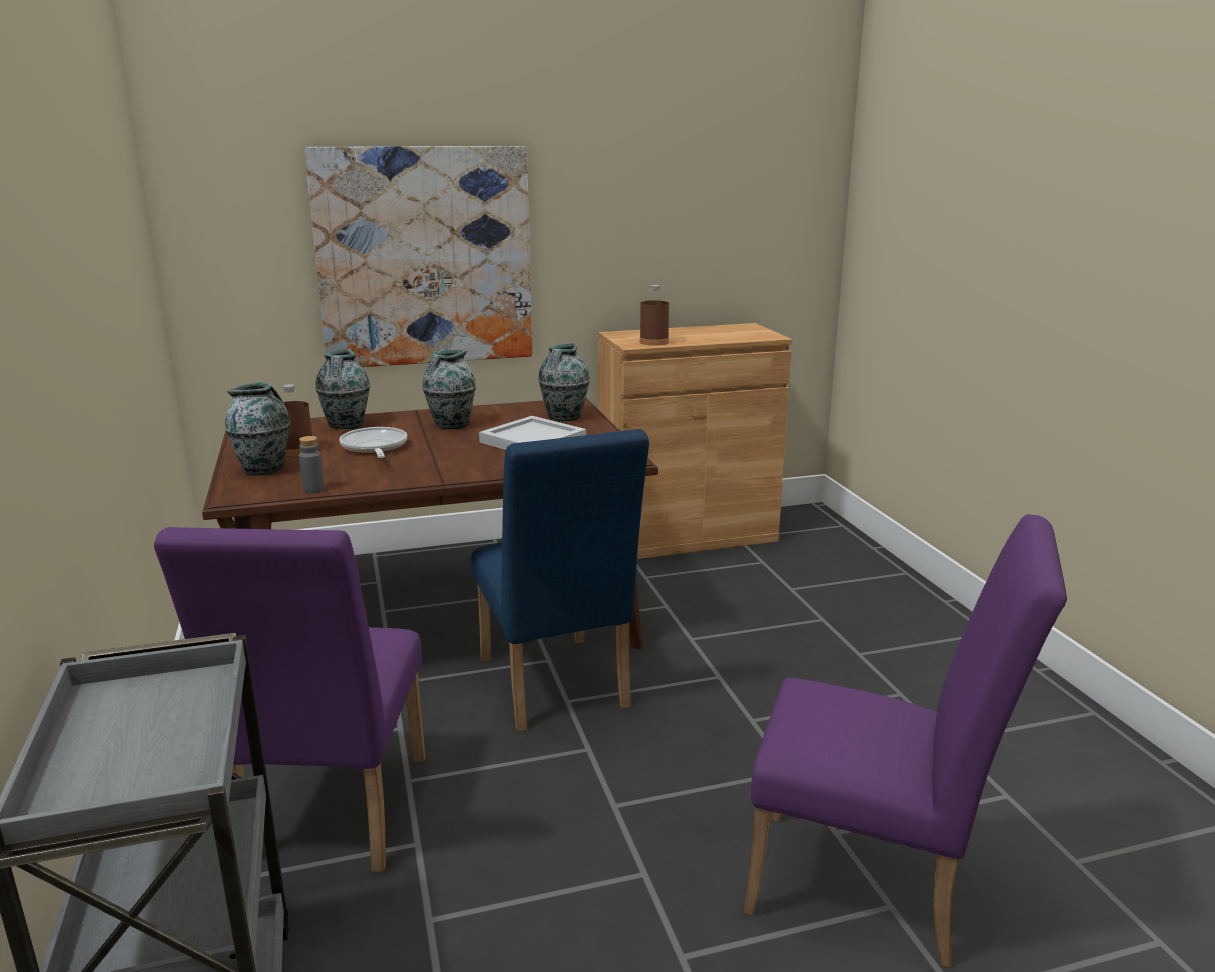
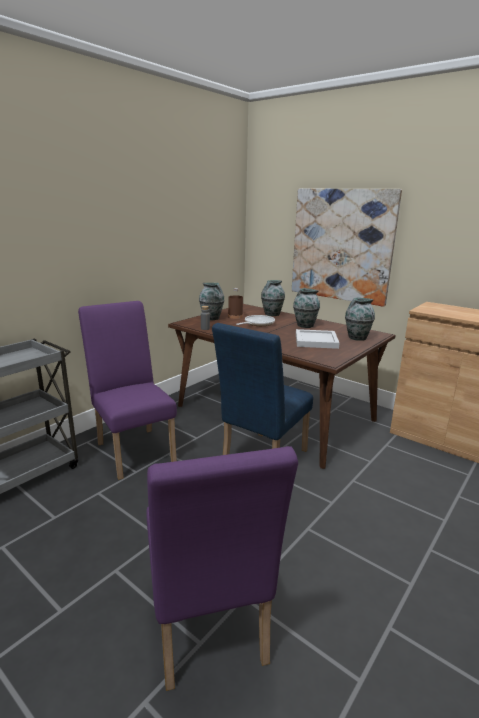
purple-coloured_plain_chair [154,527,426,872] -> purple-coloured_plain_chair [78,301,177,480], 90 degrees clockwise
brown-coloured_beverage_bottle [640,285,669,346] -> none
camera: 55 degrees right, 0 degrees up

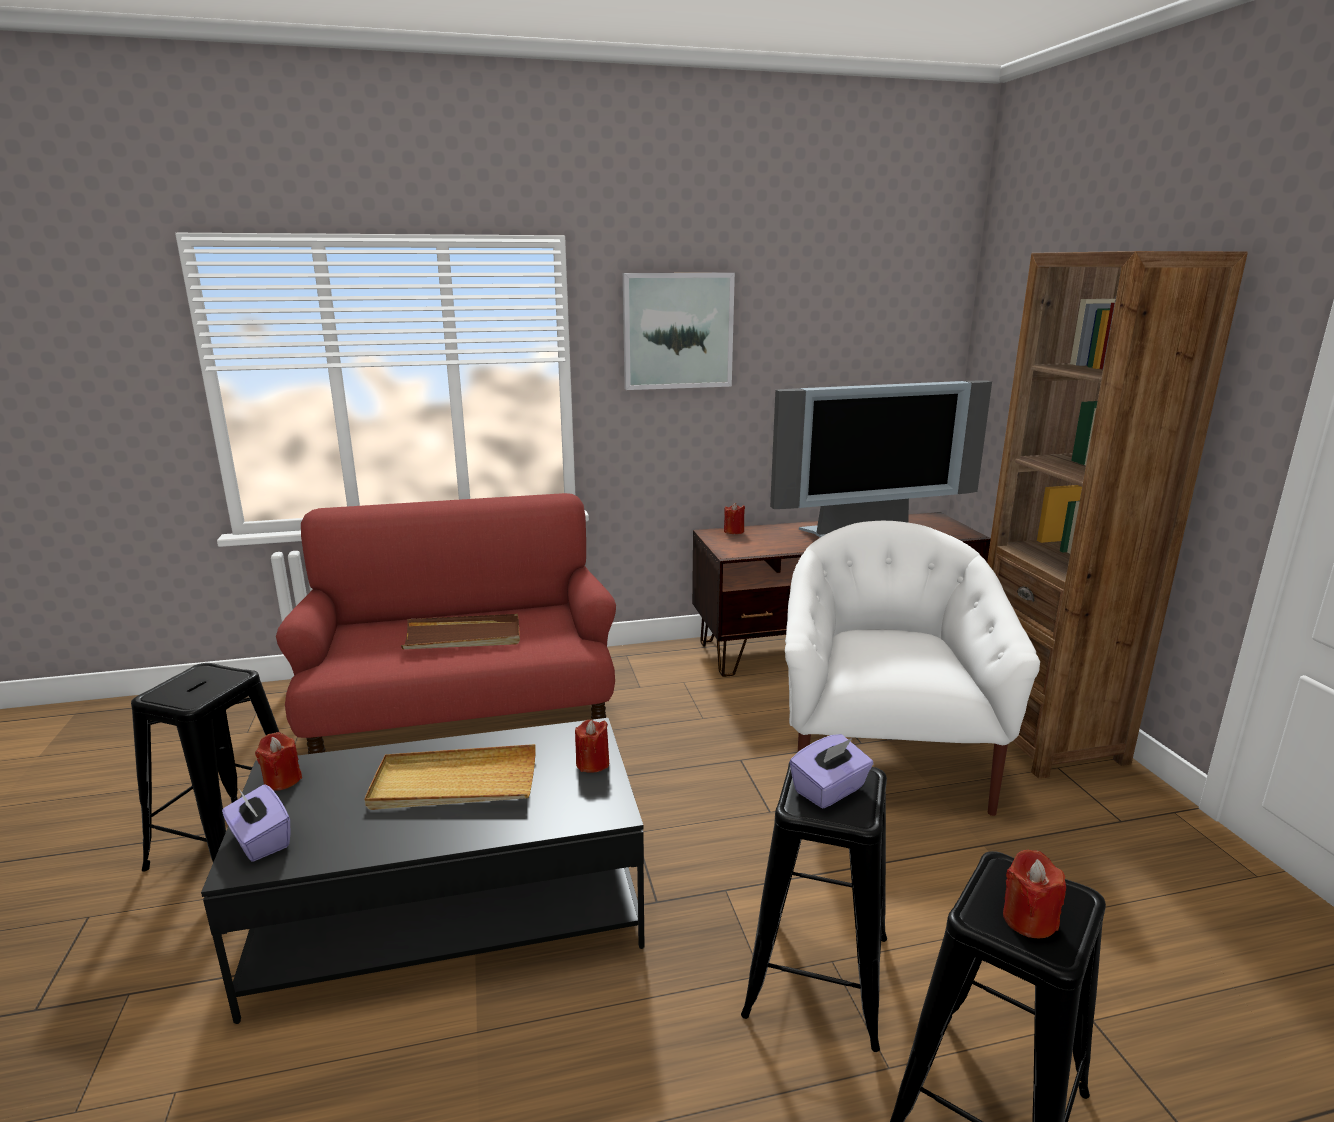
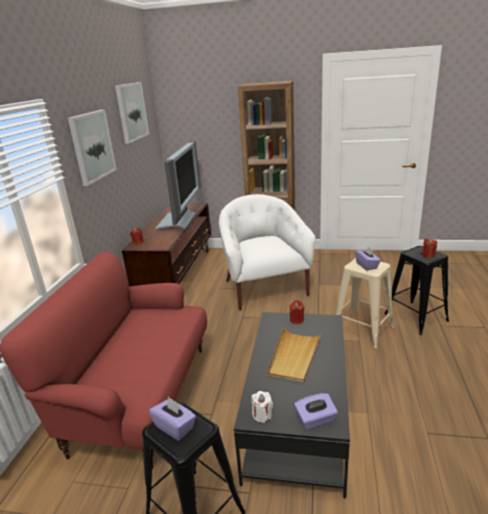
none -> picture [115,82,149,144]
none -> purple-coloured_box_of_tissues [149,397,196,441]
whitish_easy_chair [785,521,1040,816] -> whitish_easy_chair [219,194,316,311], 45 degrees clockwise
reddish_wax_light [255,732,302,791] -> whitish_wax_light [251,391,273,423]
blackish_stool [741,761,887,1052] -> beige_stool [336,258,394,349]
brown-coloured_serving_tray [401,614,520,649] -> none
camera: 65 degrees left, 5 degrees up

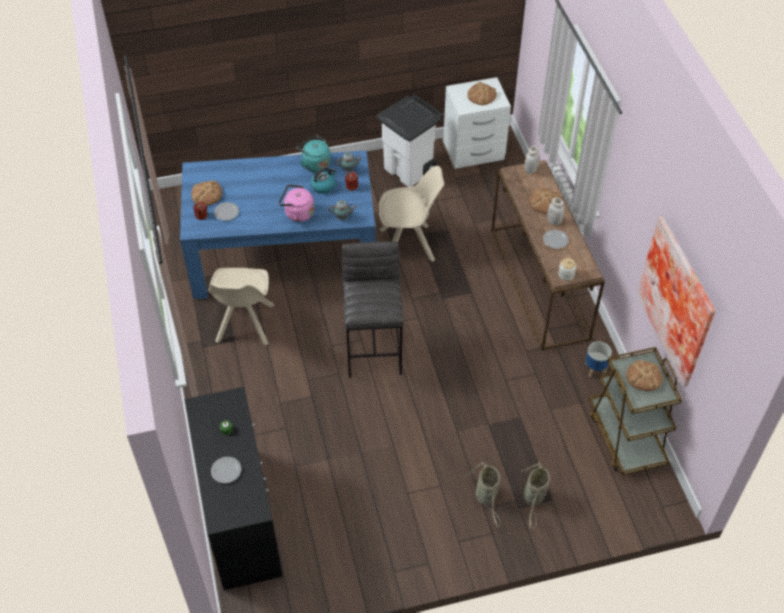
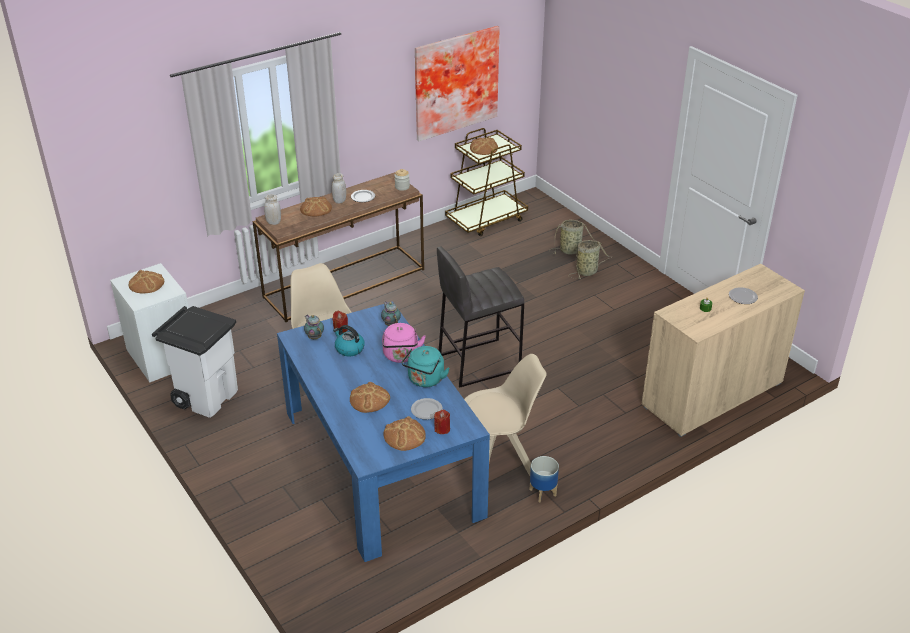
none -> bakery_bread [350,382,390,413]
blue-green_kettle [296,135,331,173] -> blue-green_kettle [402,346,450,387], move
flower_pot [585,341,612,377] -> flower_pot [529,456,559,502], move
blackish_cabinet [185,387,282,591] -> beige_cabinet [642,264,805,437]
camera: 110 degrees left, 15 degrees down

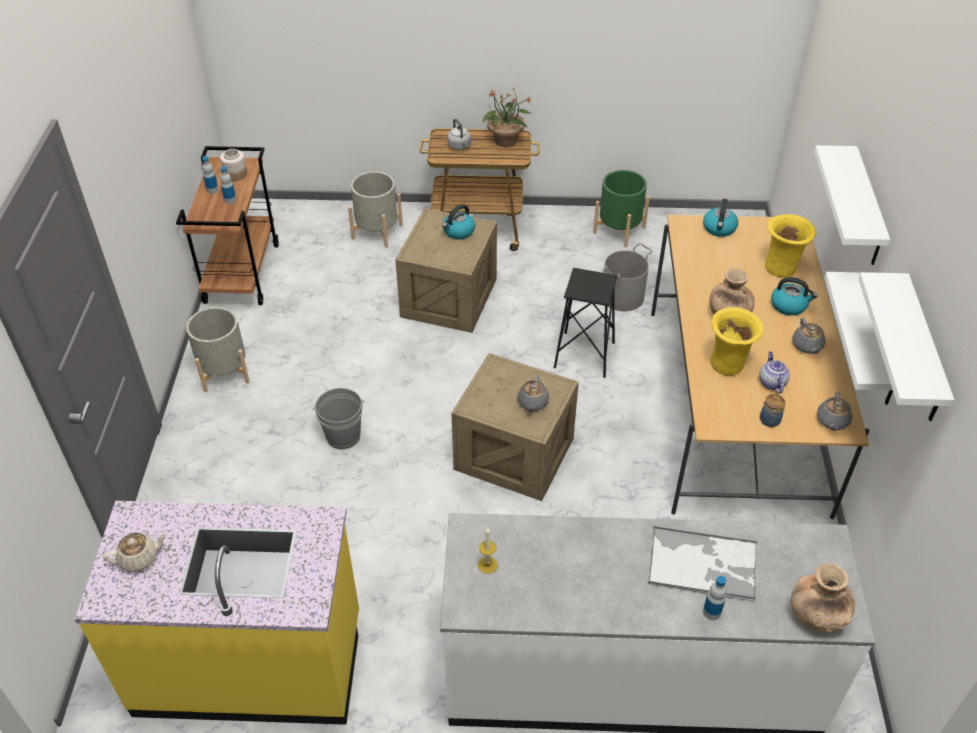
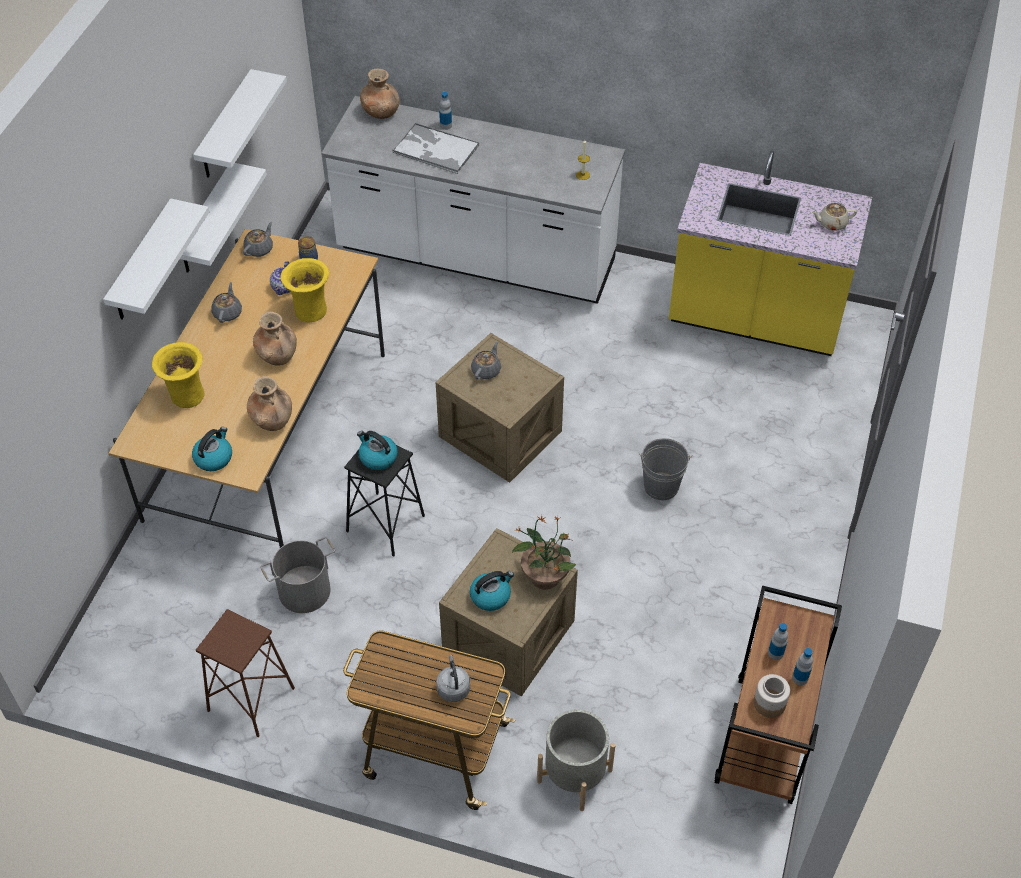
green-coloured_flower_pot [593,170,650,247] -> brown-coloured_stool [196,609,295,737]
none -> brown-coloured_flower_vase [247,376,292,431]
kettle [771,277,818,316] -> kettle [357,431,398,470], move
houseplant [483,87,532,147] -> houseplant [512,515,576,590], move
grey_flower_pot [186,307,250,392] -> none
camera: 165 degrees left, 5 degrees up

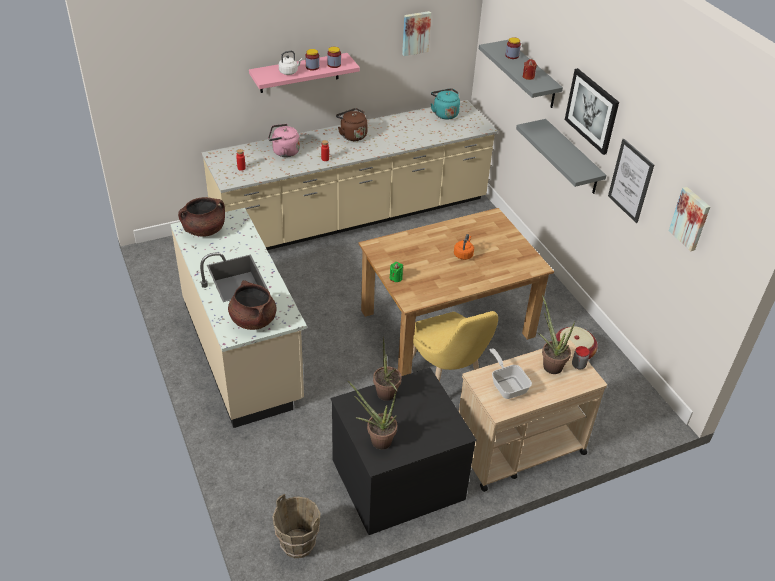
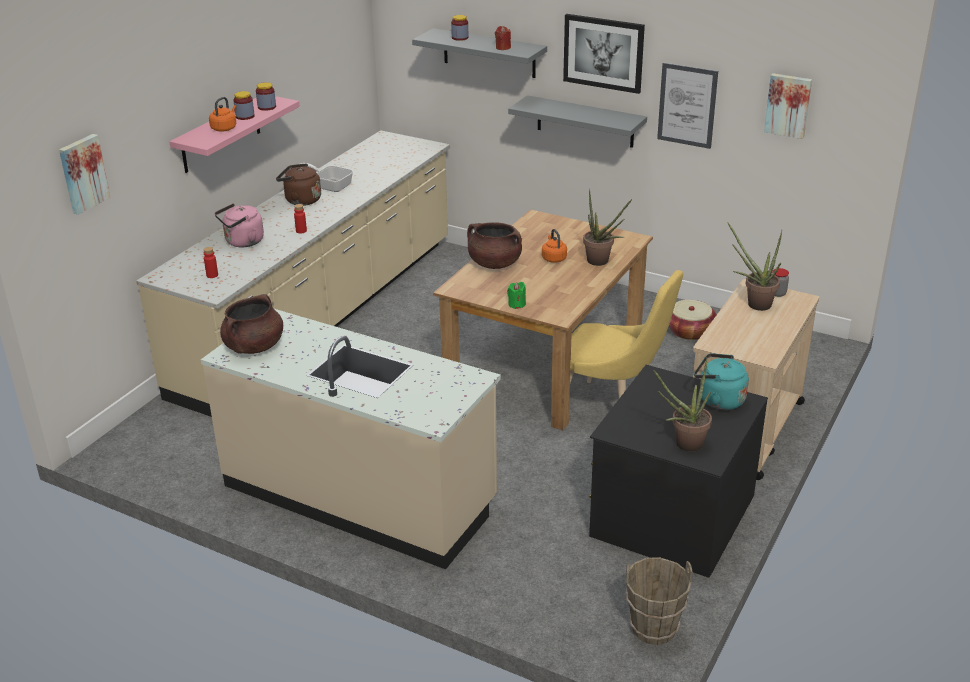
picture [402,11,431,56] -> picture [59,134,111,215], move
whitish_kettle [279,51,303,75] -> orange_kettle [209,97,236,131]
pan [490,348,532,399] -> pan [300,163,353,192], move
brown-coloured_cooking_pot [228,280,277,330] -> brown-coloured_cooking_pot [467,222,522,269], move
houseplant [373,337,402,401] -> houseplant [583,188,632,266], move
blue-green_kettle [431,88,460,119] -> blue-green_kettle [694,353,749,410], move
camera: 35 degrees left, 10 degrees down

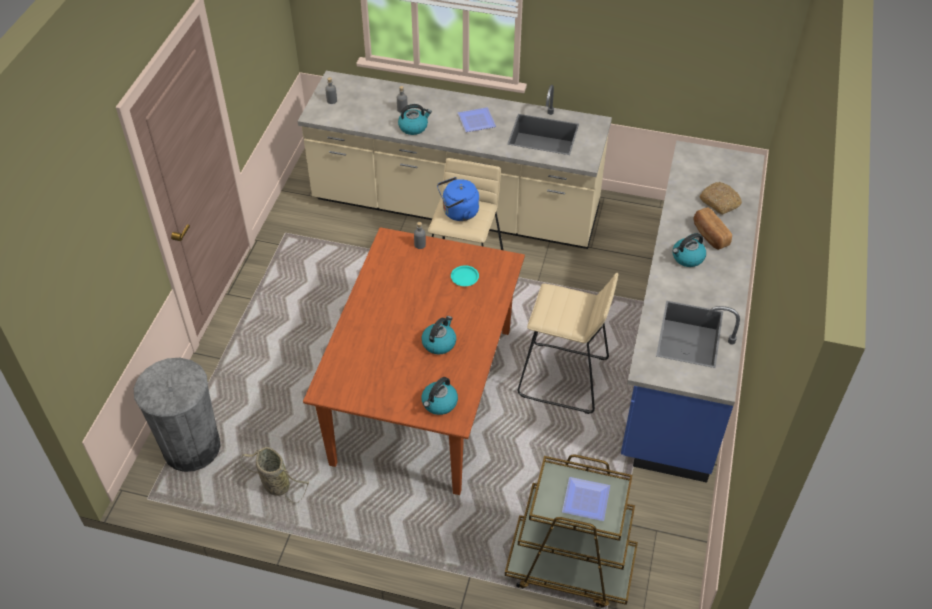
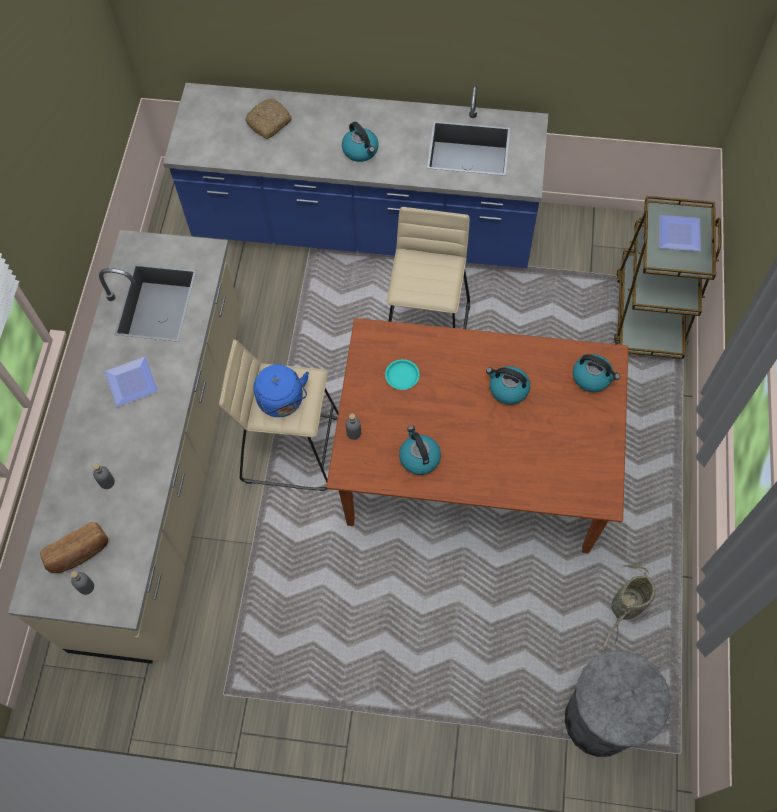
bakery_bread [694,207,732,250] -> bakery_bread [40,522,108,573], move
kettle [398,104,432,135] -> kettle [399,426,441,475], move
camera: 95 degrees left, 15 degrees up

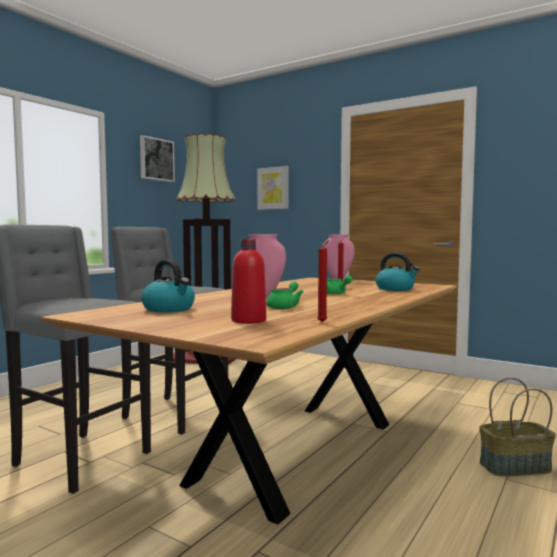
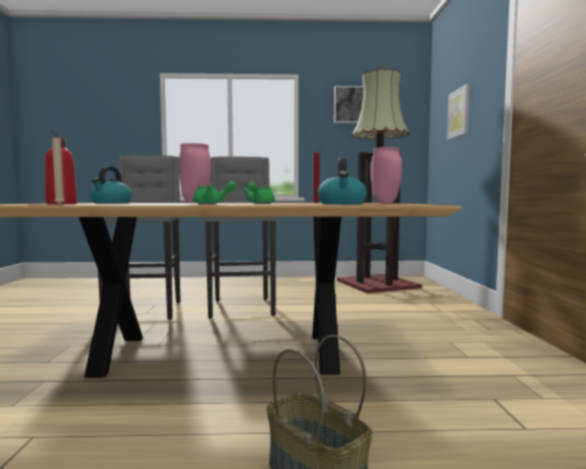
reddish_wax_light [317,240,330,322] -> beige_wax_light [50,130,64,205]
green-coloured_tea_pot [266,281,304,309] -> green-coloured_tea_pot [193,181,237,204], move
camera: 55 degrees right, 0 degrees up

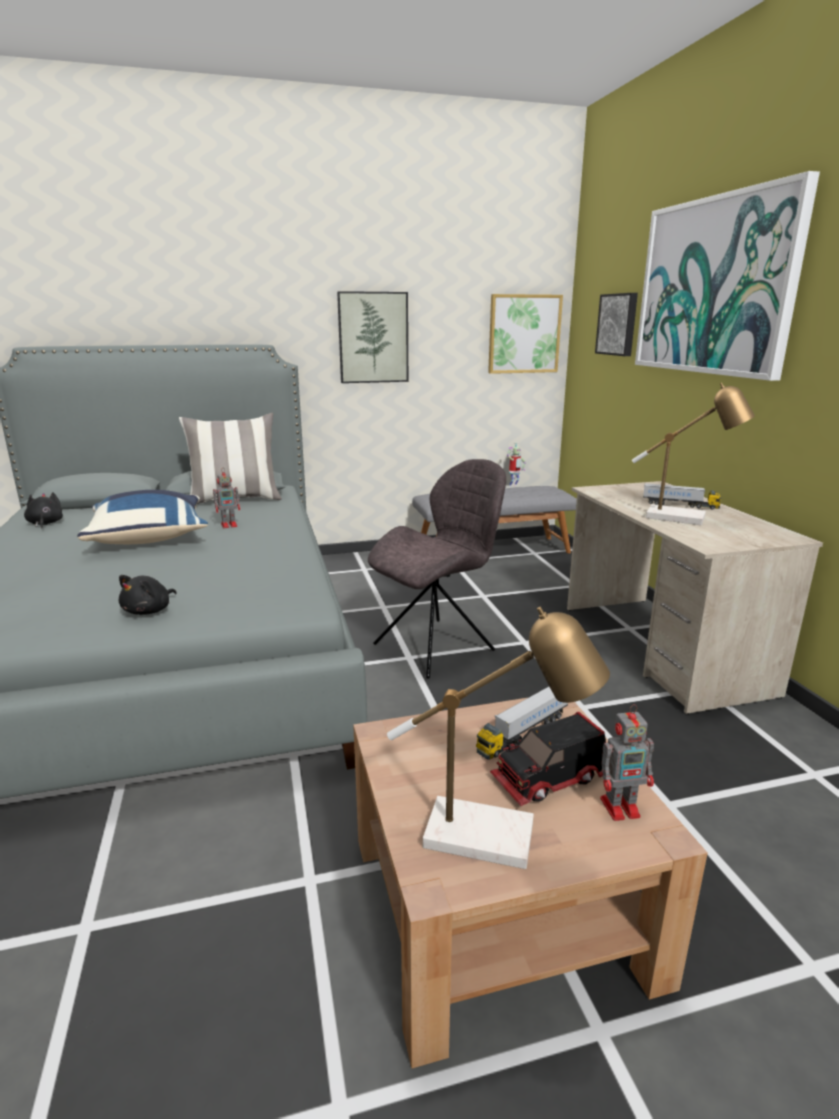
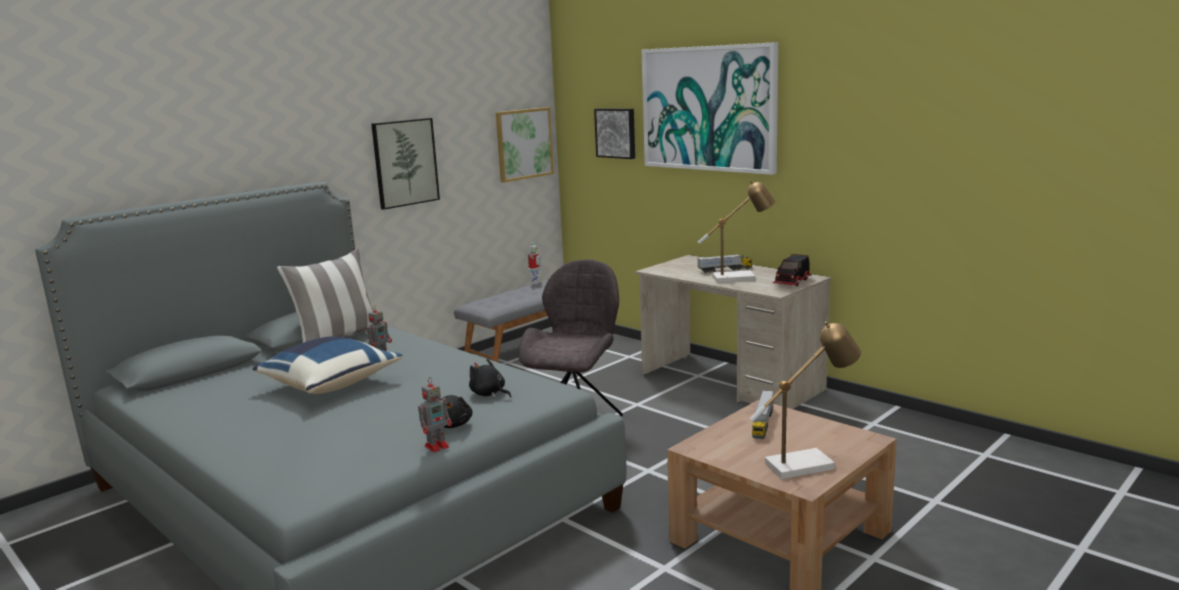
robot_figure [600,704,654,821] -> robot_figure [418,377,452,453], move
blackish_cuddly_toy [24,492,63,529] -> blackish_cuddly_toy [469,359,511,398], move
toy_truck [490,712,606,806] -> toy_truck [772,254,812,286], move
camera: 30 degrees left, 5 degrees down

